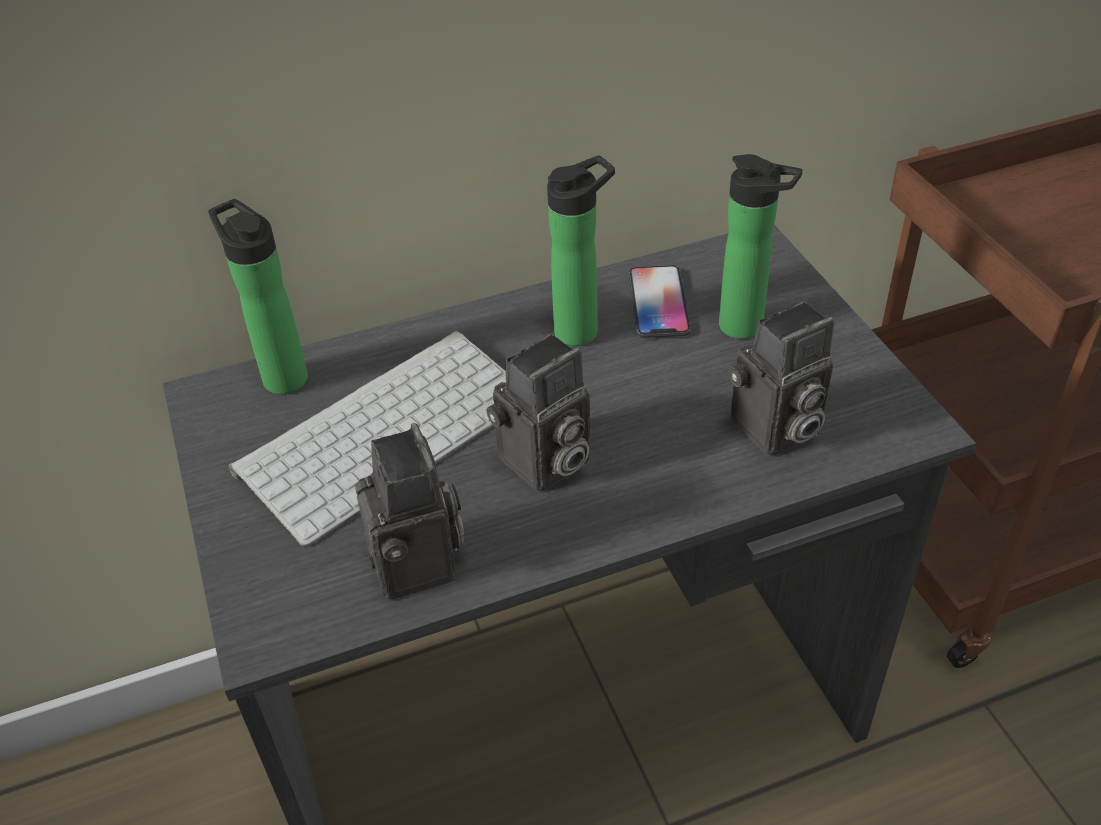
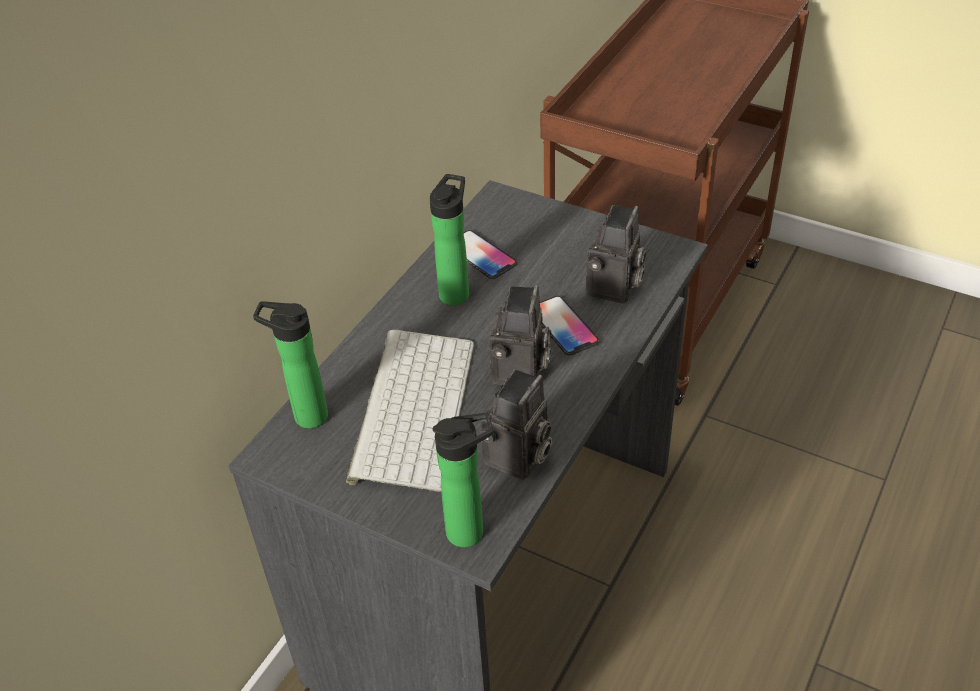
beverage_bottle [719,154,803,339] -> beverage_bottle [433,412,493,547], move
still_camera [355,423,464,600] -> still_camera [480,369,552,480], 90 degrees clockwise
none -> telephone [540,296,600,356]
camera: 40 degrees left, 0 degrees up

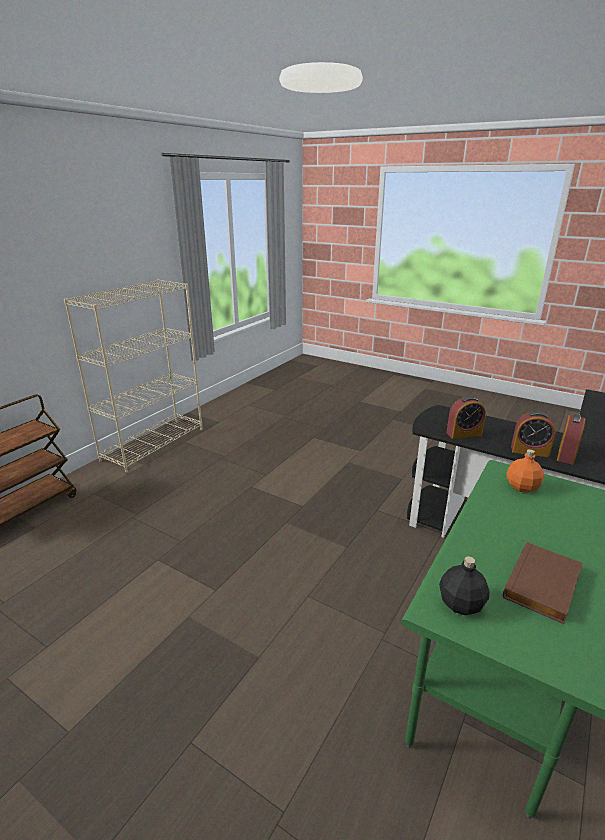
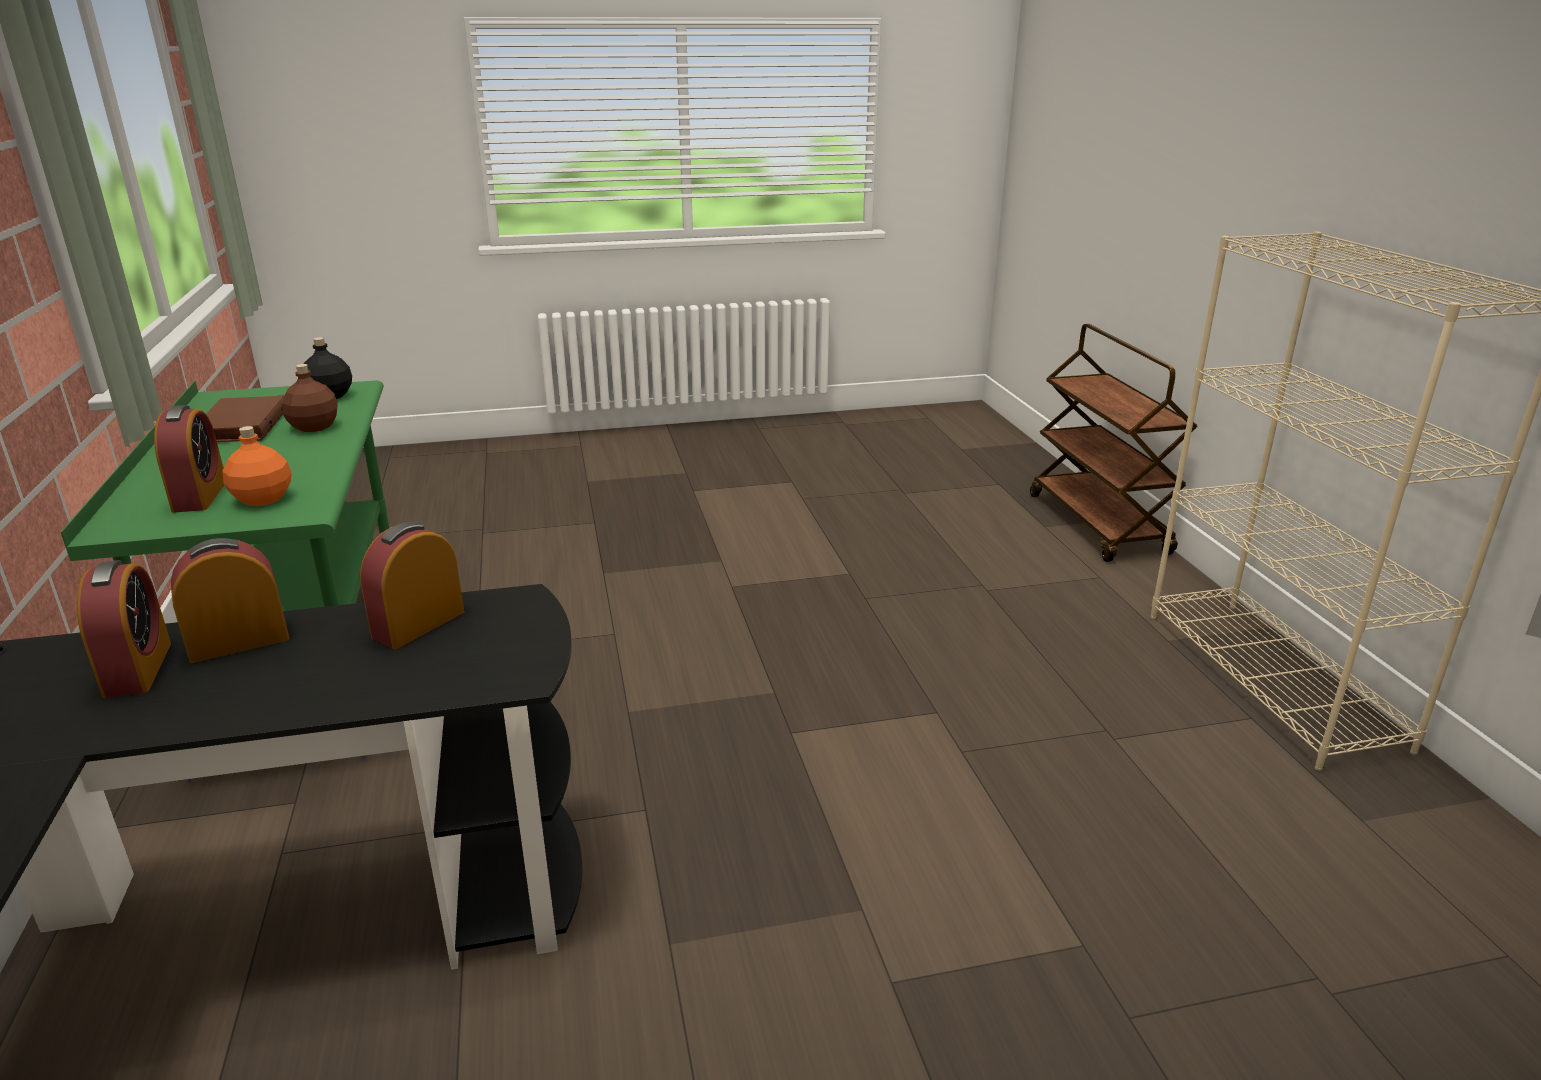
none -> alarm_clock [154,405,224,513]
none -> brown-coloured_beverage_bottle [282,364,338,432]
camera: 135 degrees right, 0 degrees up

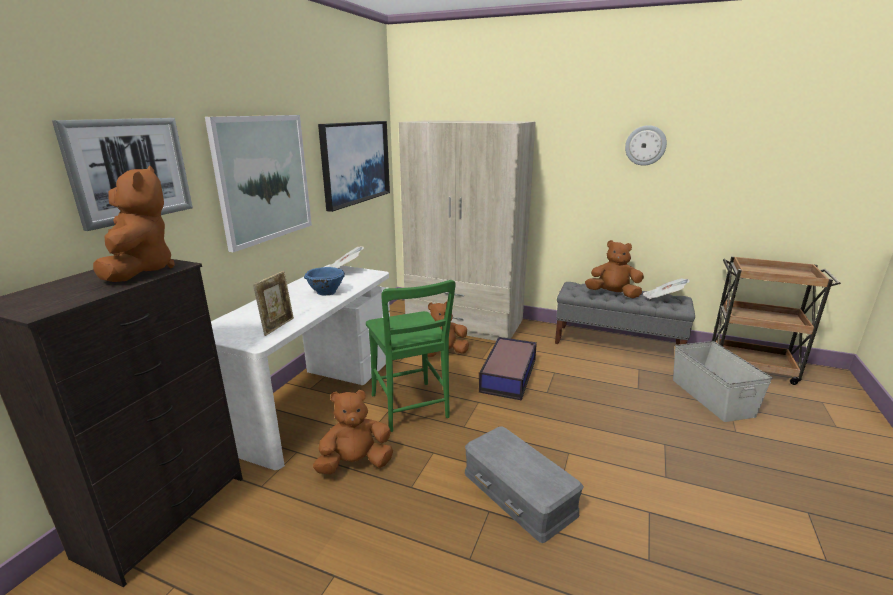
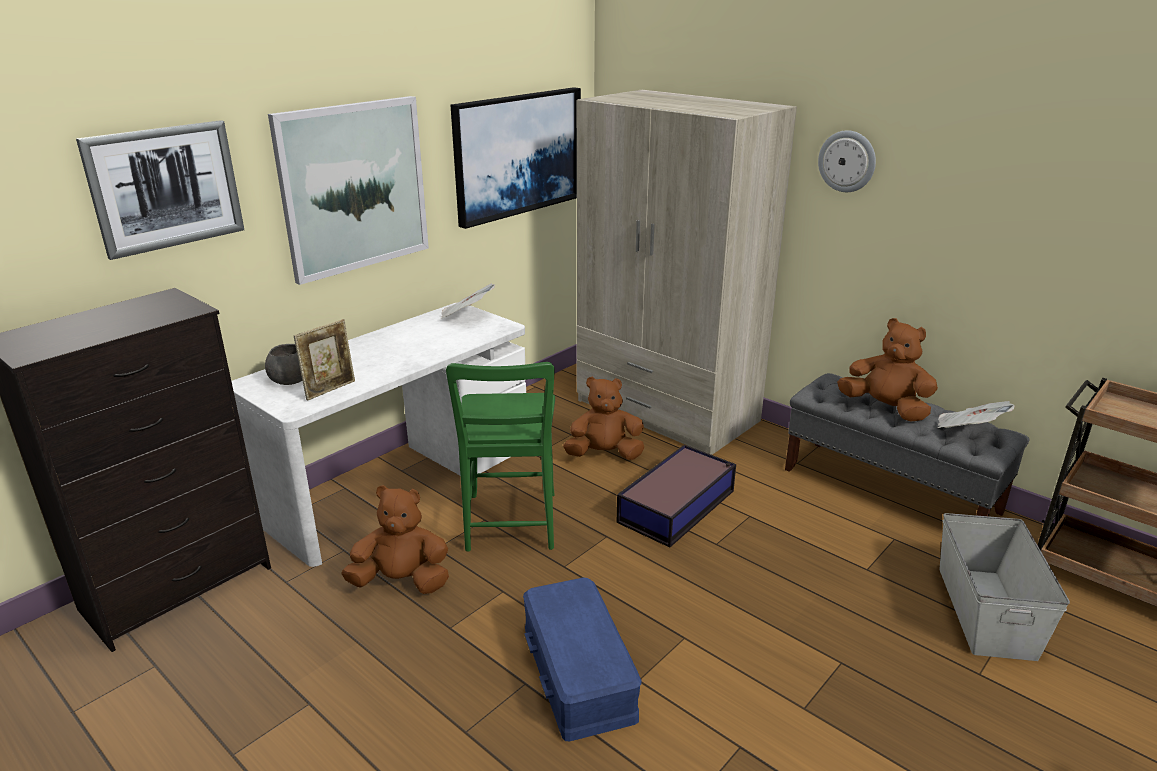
none -> grey_serving_bowl [265,344,302,385]
grey_storage_box [465,426,584,543] -> bluish_storage_box [523,577,642,741]
wall_clock [625,125,667,166] -> wall_clock [818,130,876,192], move
brown-coloured_cuddly_toy [93,166,175,282] -> none
bluish_serving_bowl [304,267,345,296] -> none
camera: 20 degrees right, 5 degrees up

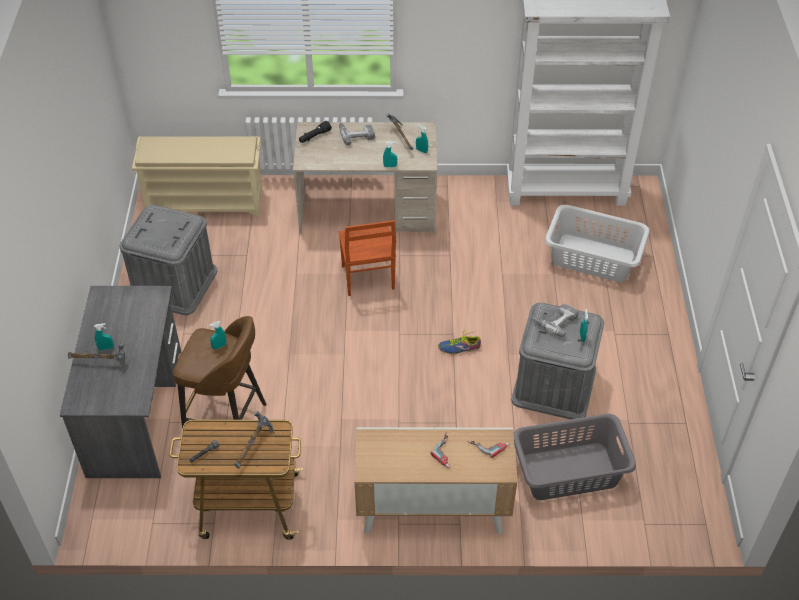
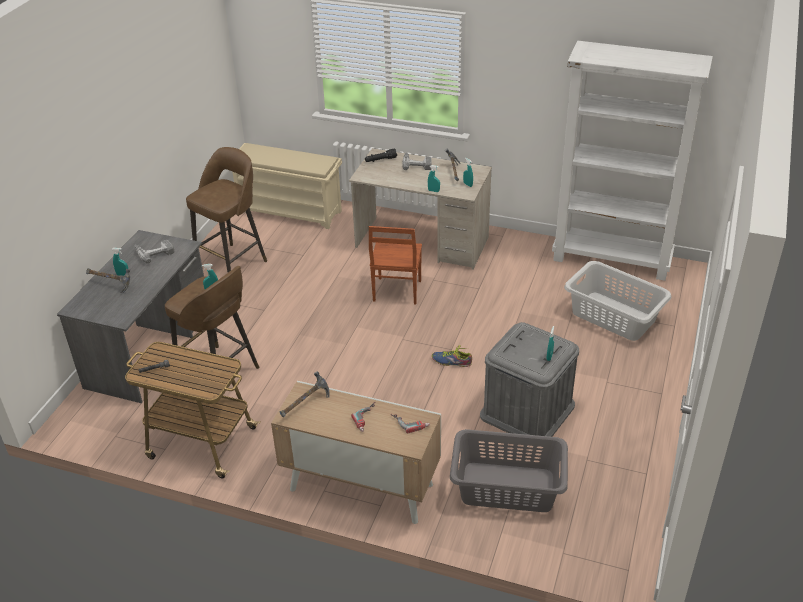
electric_drill [533,304,579,337] -> electric_drill [134,240,174,264], move
grey_storage_box [120,205,217,315] -> brown-coloured_stool [186,147,267,272]
hand_hammer [234,411,274,468] -> hand_hammer [279,371,330,417], move
camera: 20 degrees right, 10 degrees down

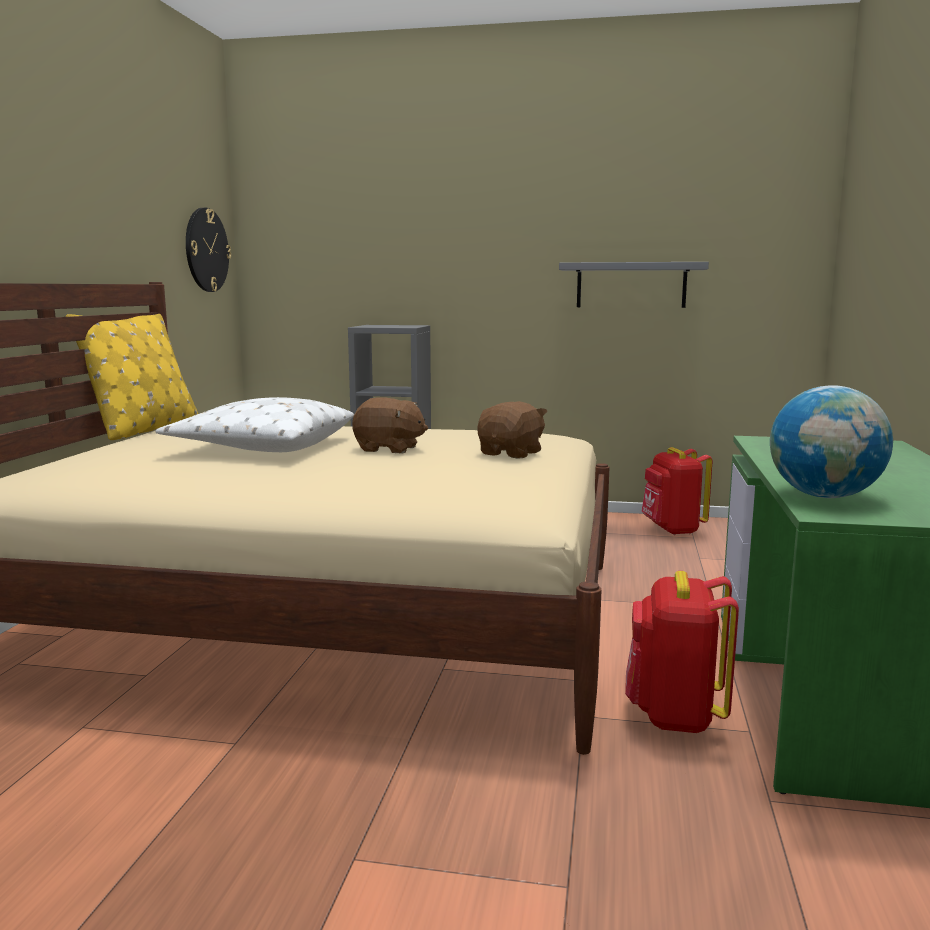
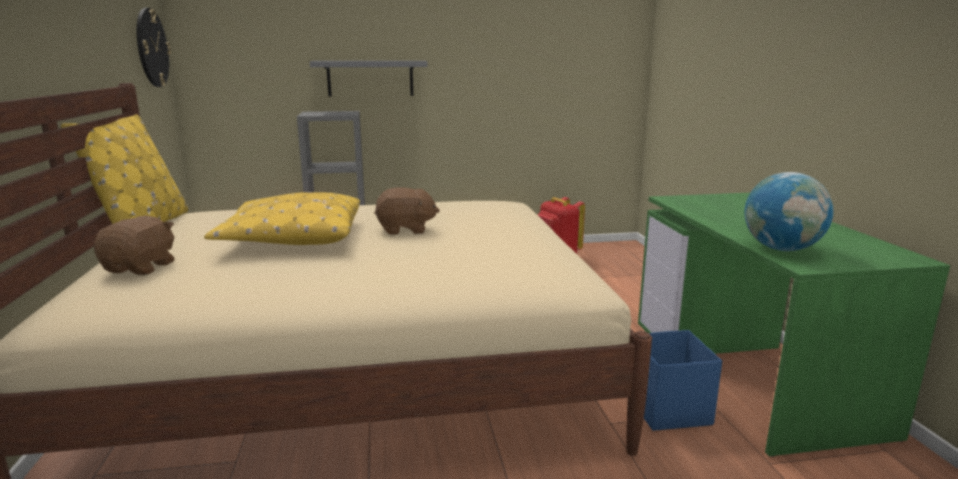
brown-coloured_cuddly_toy [478,401,548,459] -> brown-coloured_cuddly_toy [94,216,175,275], move
whitish_throw_pillow [156,397,354,452] -> yellowish_throw_pillow [204,192,360,245]
grey_shelf [559,262,709,308] -> grey_shelf [310,61,428,97], move
reddish_rucksack [625,571,739,733] -> bluish_storage_box [644,330,722,431]
camera: 20 degrees left, 5 degrees up

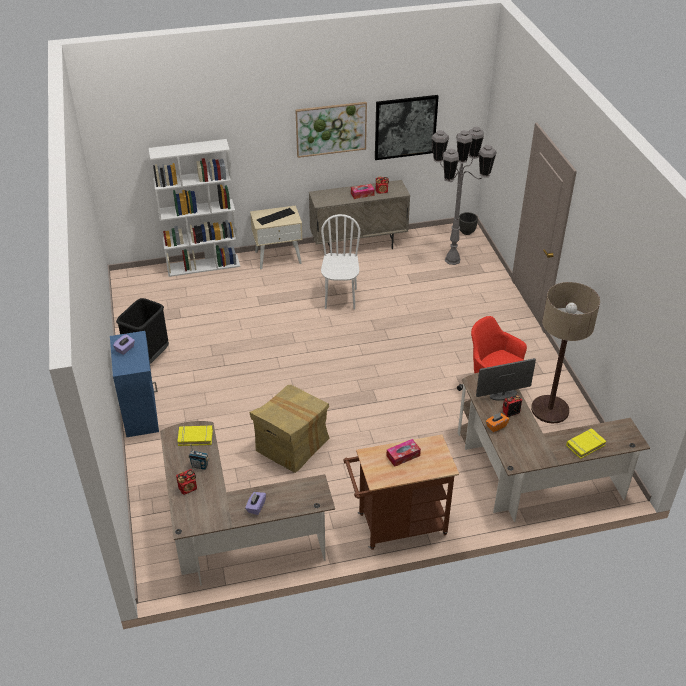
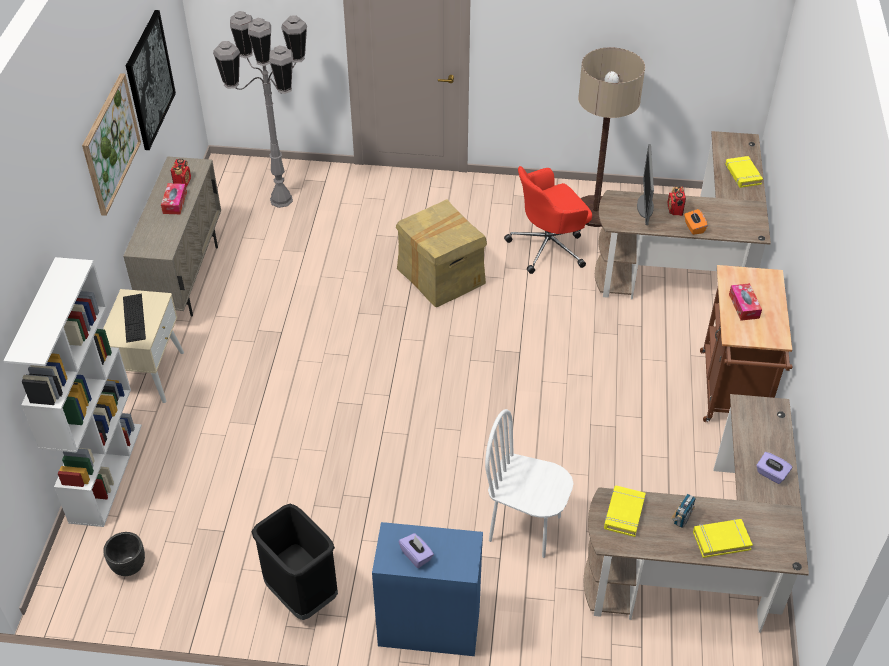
blackish_flower_pot [459,212,478,235] -> blackish_flower_pot [103,532,145,576], move
cardboard_box [249,385,330,473] -> cardboard_box [396,199,487,307], move
whitish_plain_chair [321,214,361,310] -> whitish_plain_chair [485,409,574,558], move
radio_receiver [176,469,197,495] -> yellowish_book [693,519,753,558]
camera: 70 degrees left, 5 degrees up

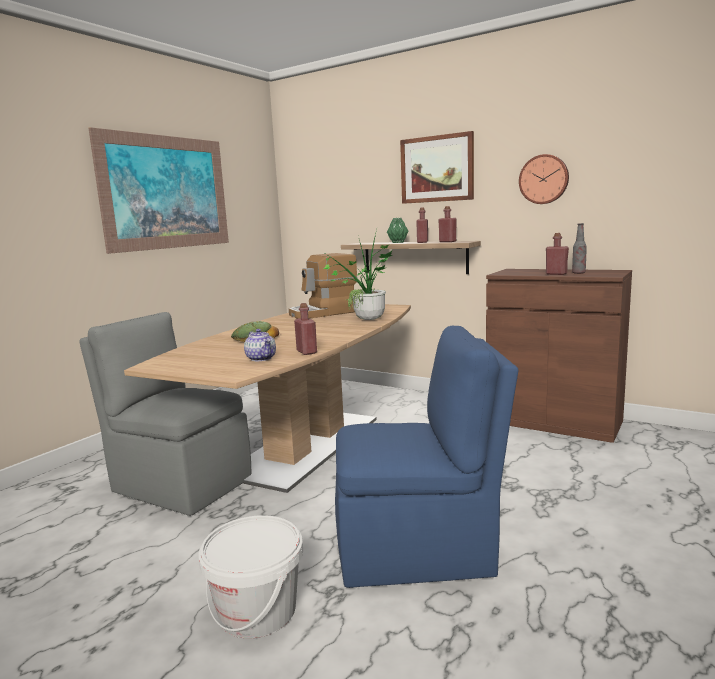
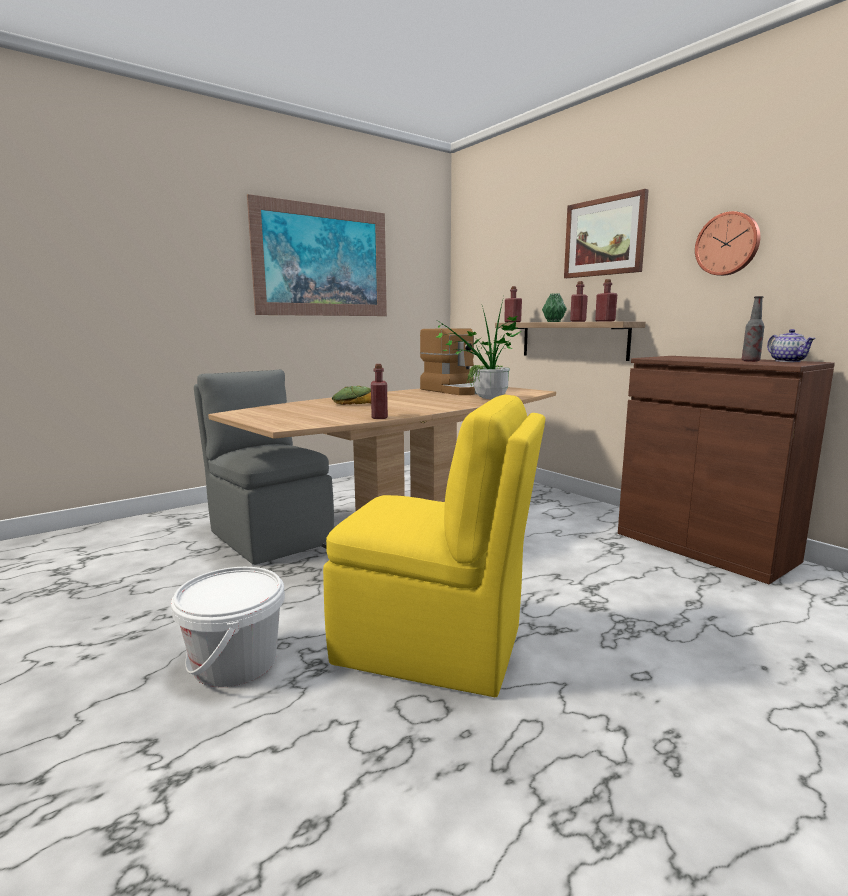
bluish_plain_chair [335,326,518,588] -> yellowish_plain_chair [323,395,545,697]
coffee_machine [289,253,358,319] -> coffee_machine [420,329,477,395], 120 degrees counterclockwise
reddish_beverage_bottle [546,233,569,275] -> reddish_beverage_bottle [504,286,522,322], move
tea_pot [244,329,276,361] -> tea_pot [767,329,816,362], move
camera: 20 degrees right, 0 degrees up

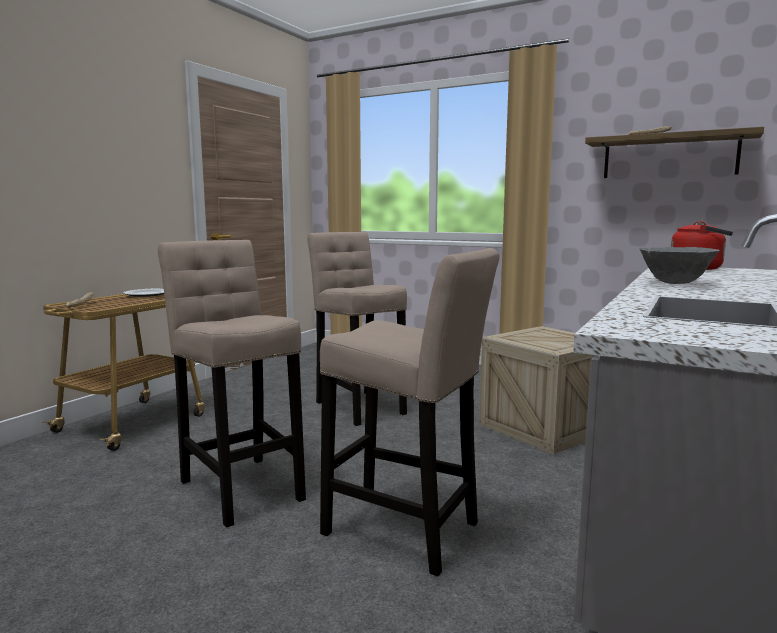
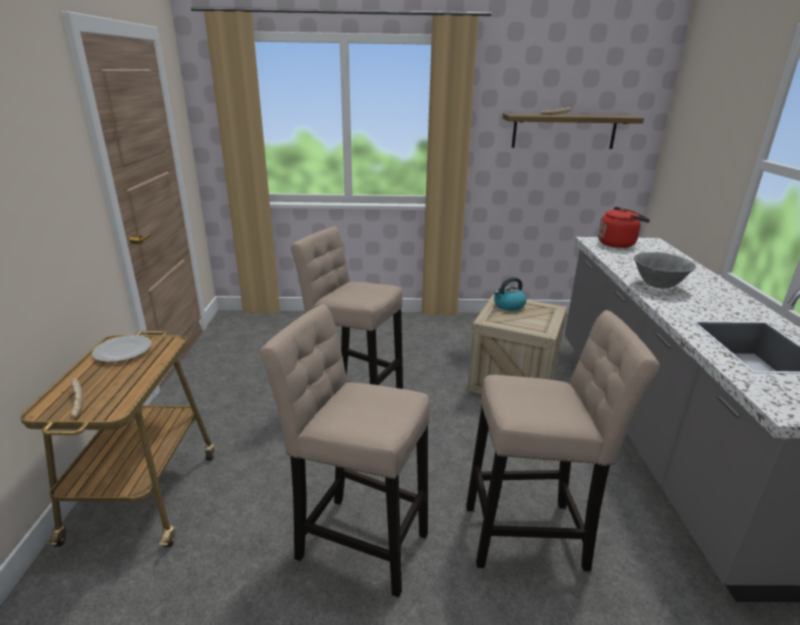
none -> kettle [494,277,526,311]
camera: 30 degrees left, 15 degrees up

